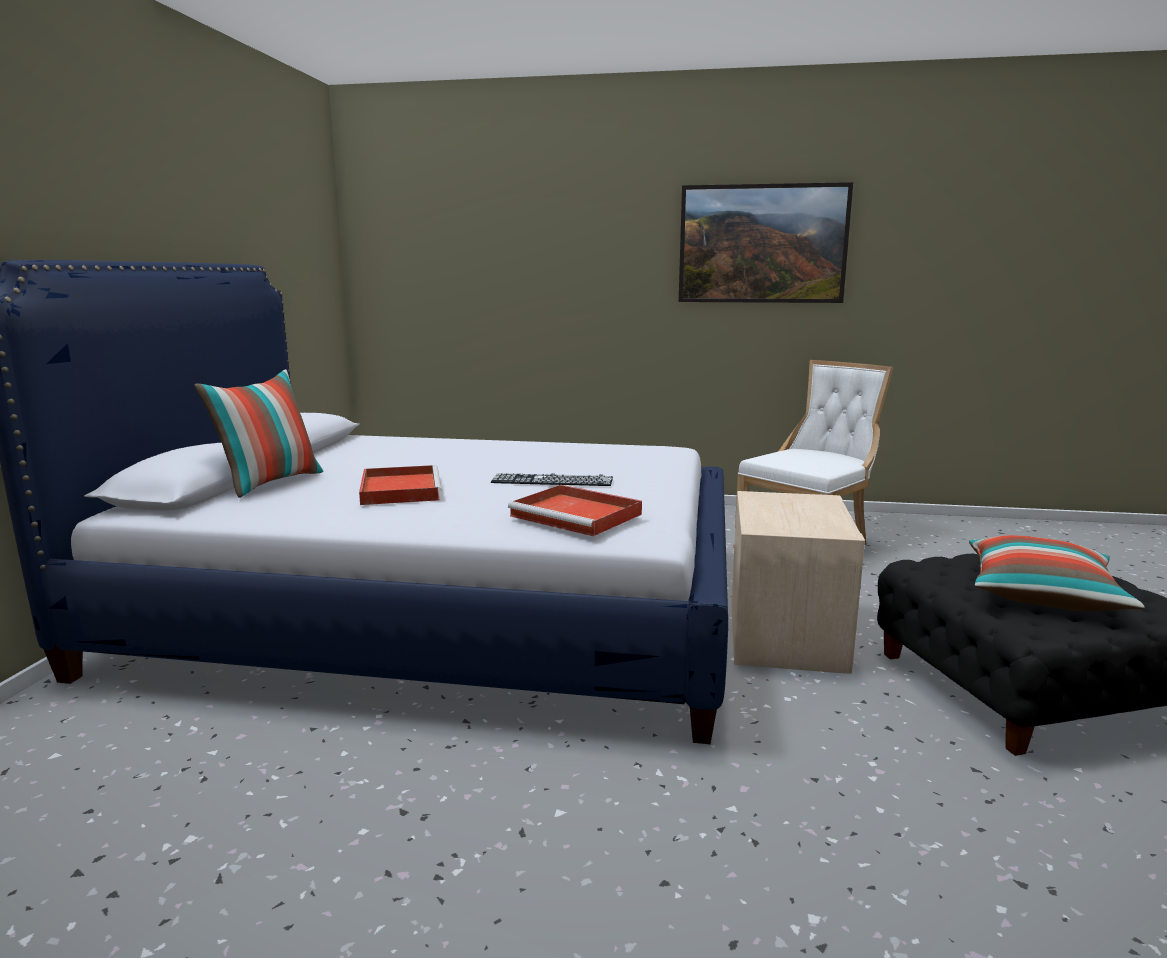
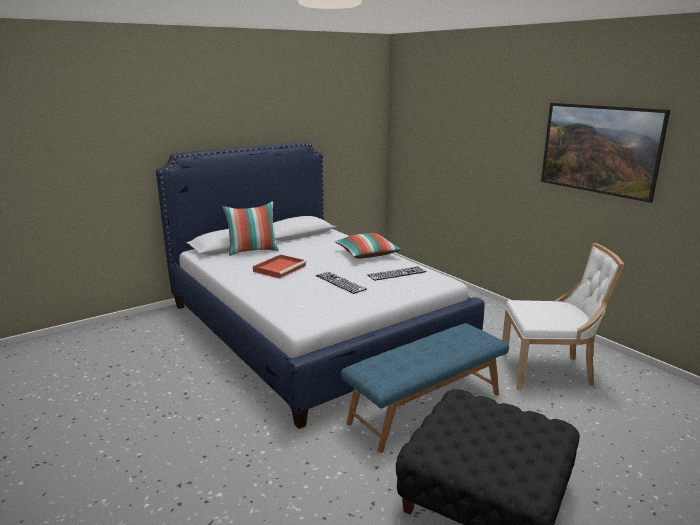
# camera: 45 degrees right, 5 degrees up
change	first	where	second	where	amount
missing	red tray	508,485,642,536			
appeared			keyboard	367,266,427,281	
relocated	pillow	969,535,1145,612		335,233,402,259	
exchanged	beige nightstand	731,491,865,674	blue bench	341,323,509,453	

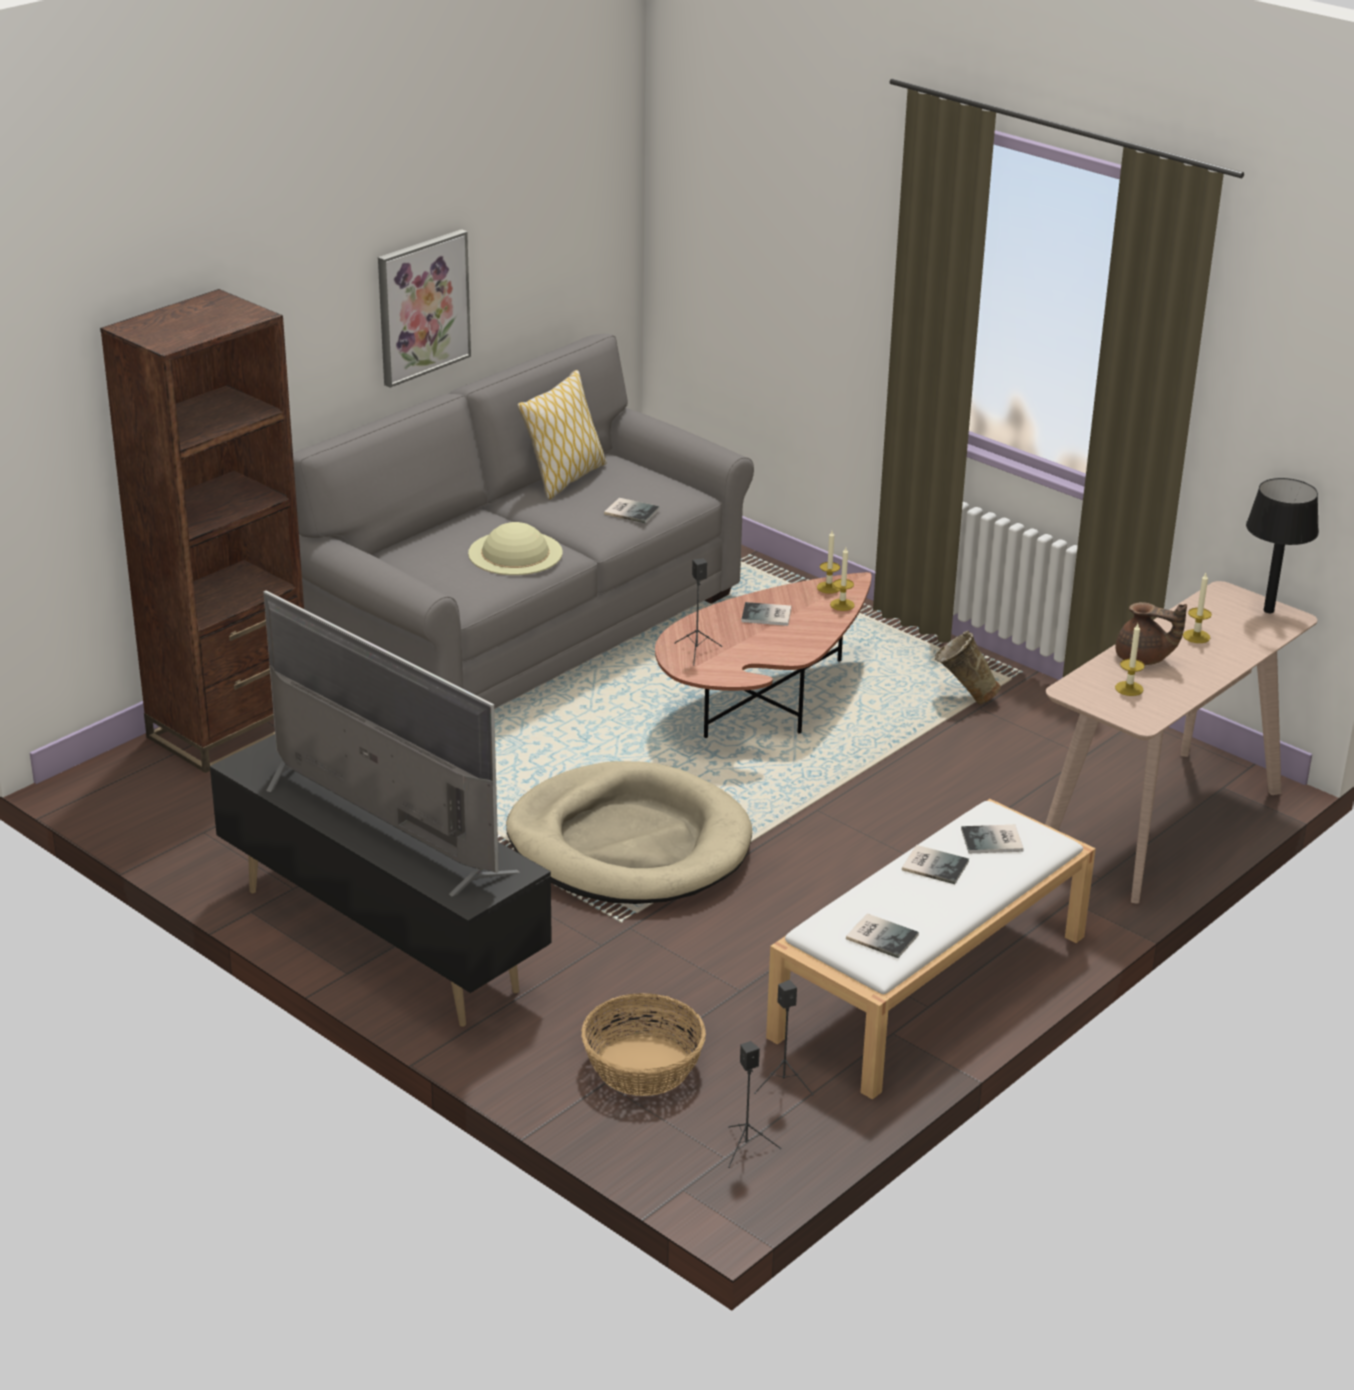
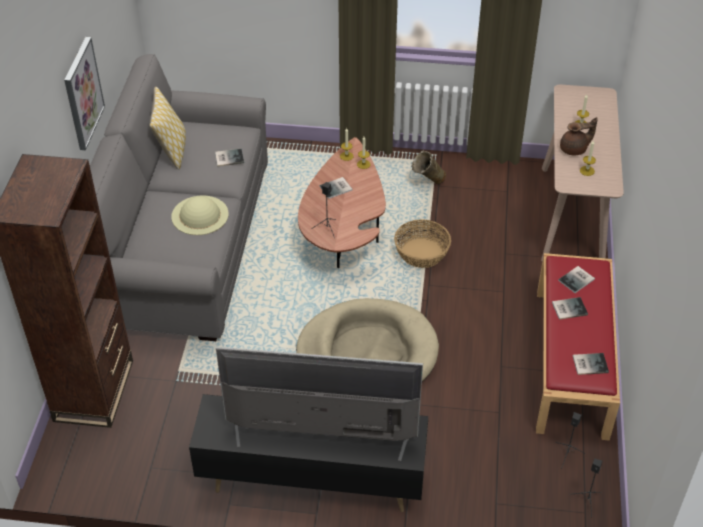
# camera: 35 degrees left, 15 degrees up
change	first	where	second	where	amount
missing	black table lamp	1246,478,1319,613			
relocated	basket	581,993,706,1096		394,219,451,268	
colour	white bench	766,799,1096,1099	red bench	536,253,620,441	

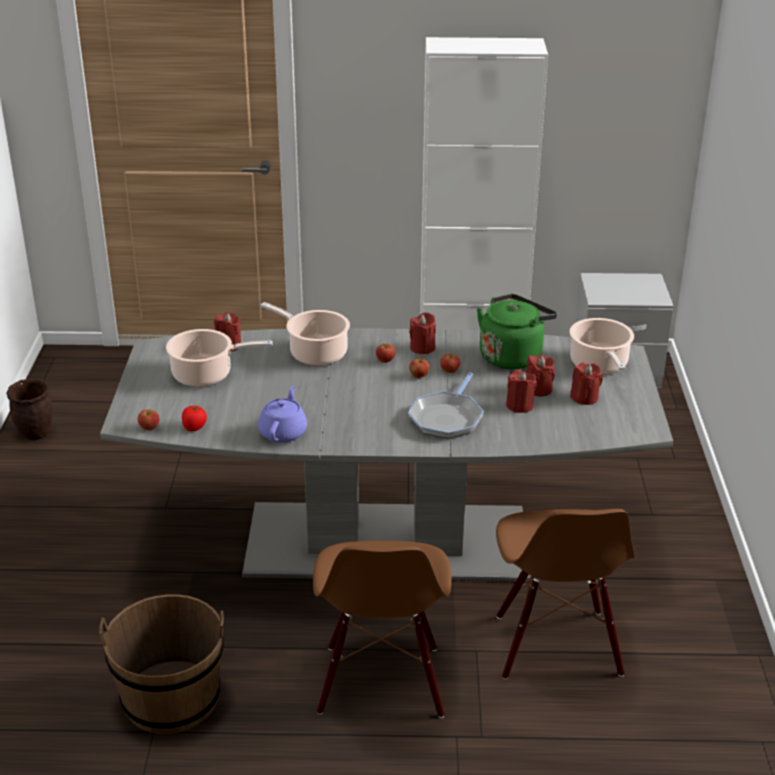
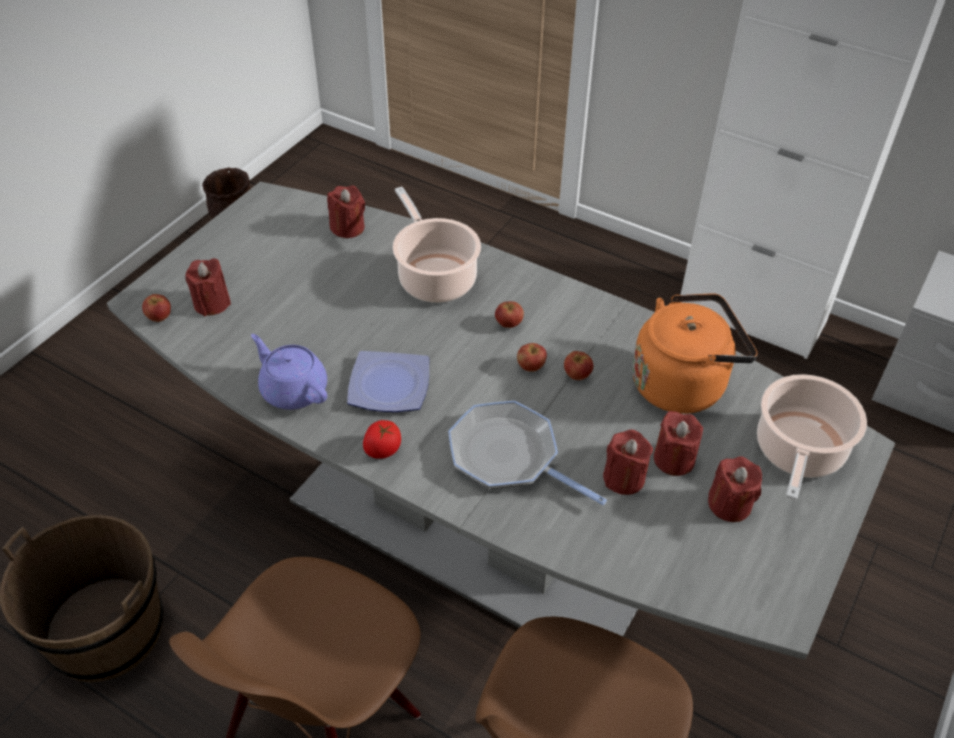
# camera: 30 degrees right, 15 degrees up
change	first	where	second	where	amount
missing	cooking pot	166,329,273,387			
appeared			plate	347,351,429,412	
relocated	tomato	182,406,207,432		363,420,401,459	
relocated	red candle	409,313,436,354		185,258,231,316	
colour	green kettle	477,294,557,370	orange kettle	632,293,758,414	
spun	purple teapot	258,386,307,443		251,334,327,410	90 degrees counterclockwise
spun	frying pan	408,373,484,439		448,401,607,506	75 degrees clockwise

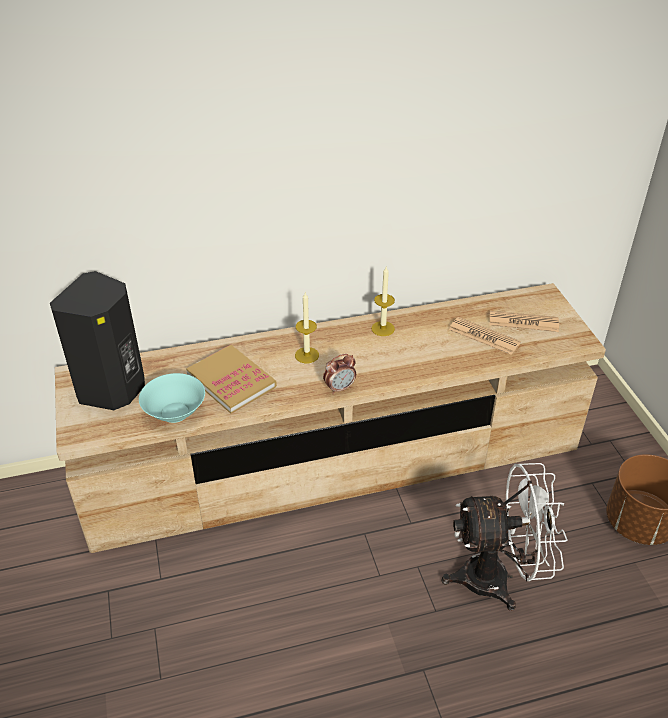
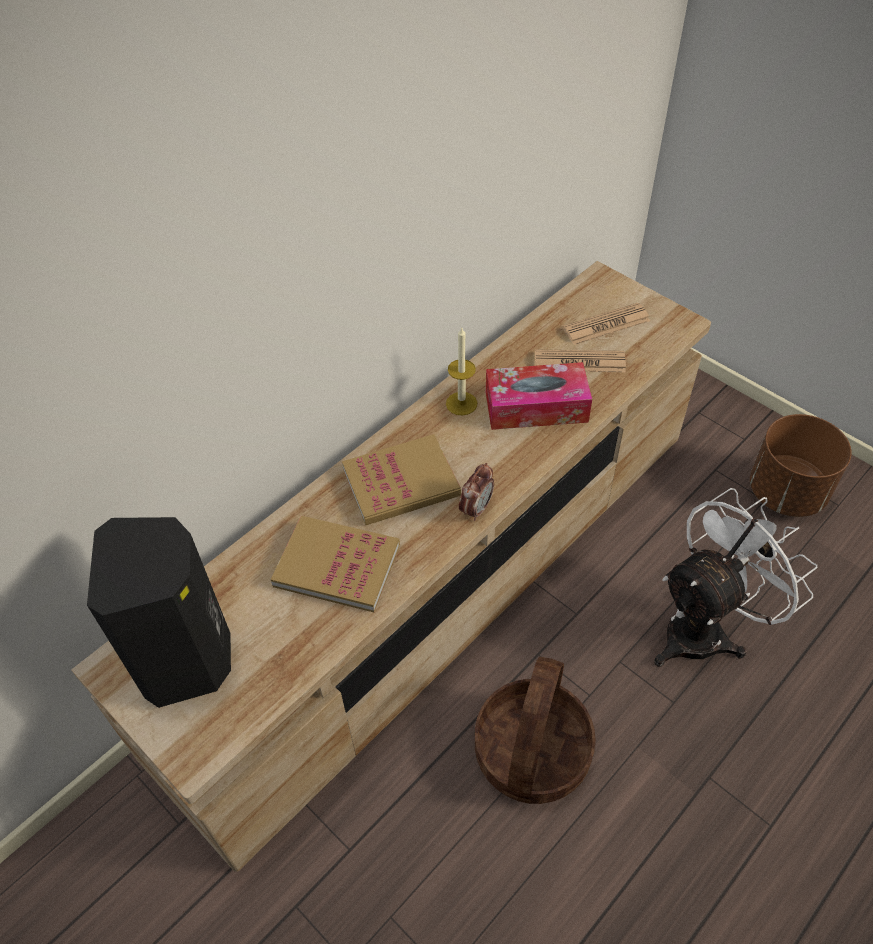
# camera: 30 degrees left, 10 degrees up
change	first	where	second	where	amount
missing	turquoise bowl	139,373,205,423			
appeared			basket	475,657,596,804	
appeared			tissue box	486,362,592,430	
exchanged	candle	295,293,319,363	book	342,434,461,525	

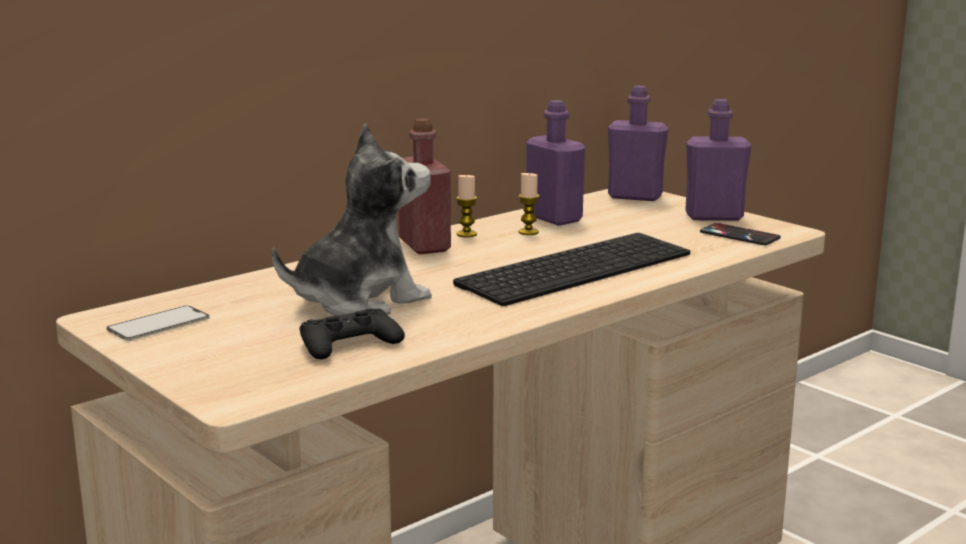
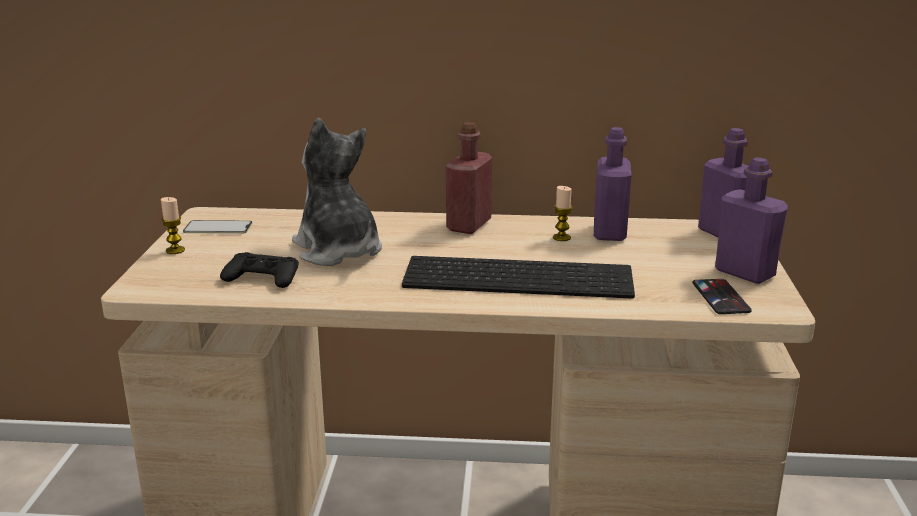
# camera: 45 degrees right, 5 degrees up
change	first	where	second	where	amount
relocated	candle	456,174,477,238		161,197,185,254	
spun	plush toy	272,124,432,316		292,118,382,266	135 degrees counterclockwise

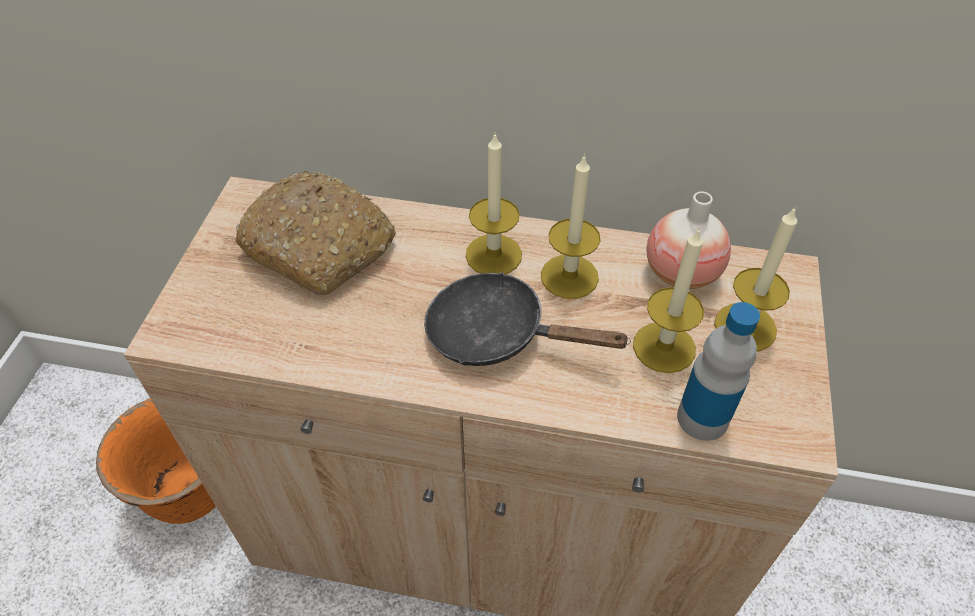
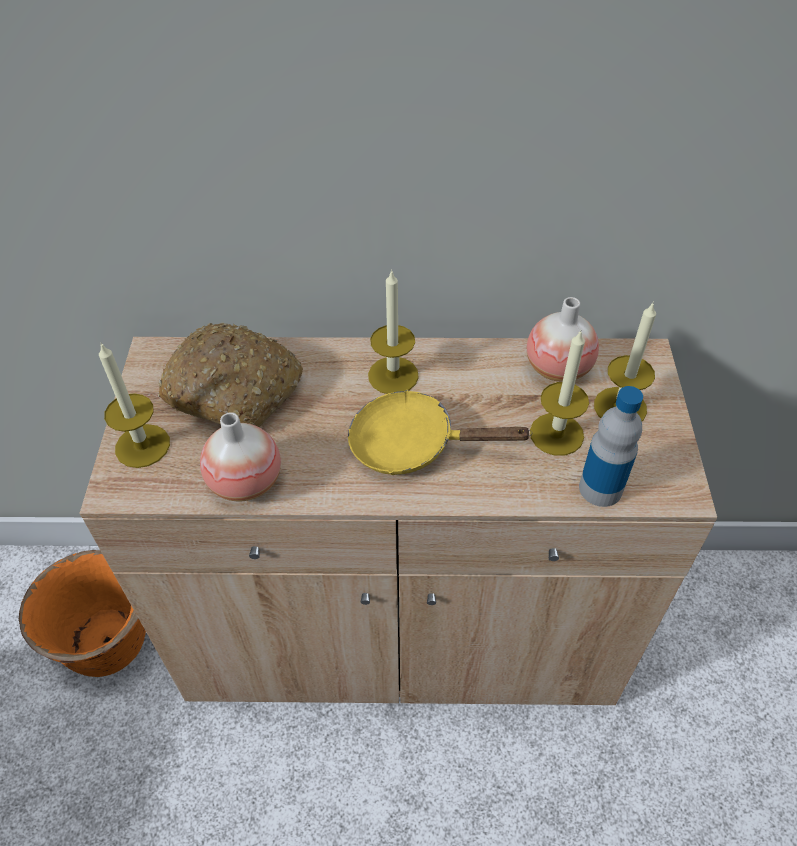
# camera: 10 degrees left, 0 degrees up
change	first	where	second	where	amount
appeared			vase	200,412,281,501	
relocated	candle	541,154,601,299		99,343,170,468	
colour	black frying pan	424,272,631,366	yellow frying pan	348,390,532,475	

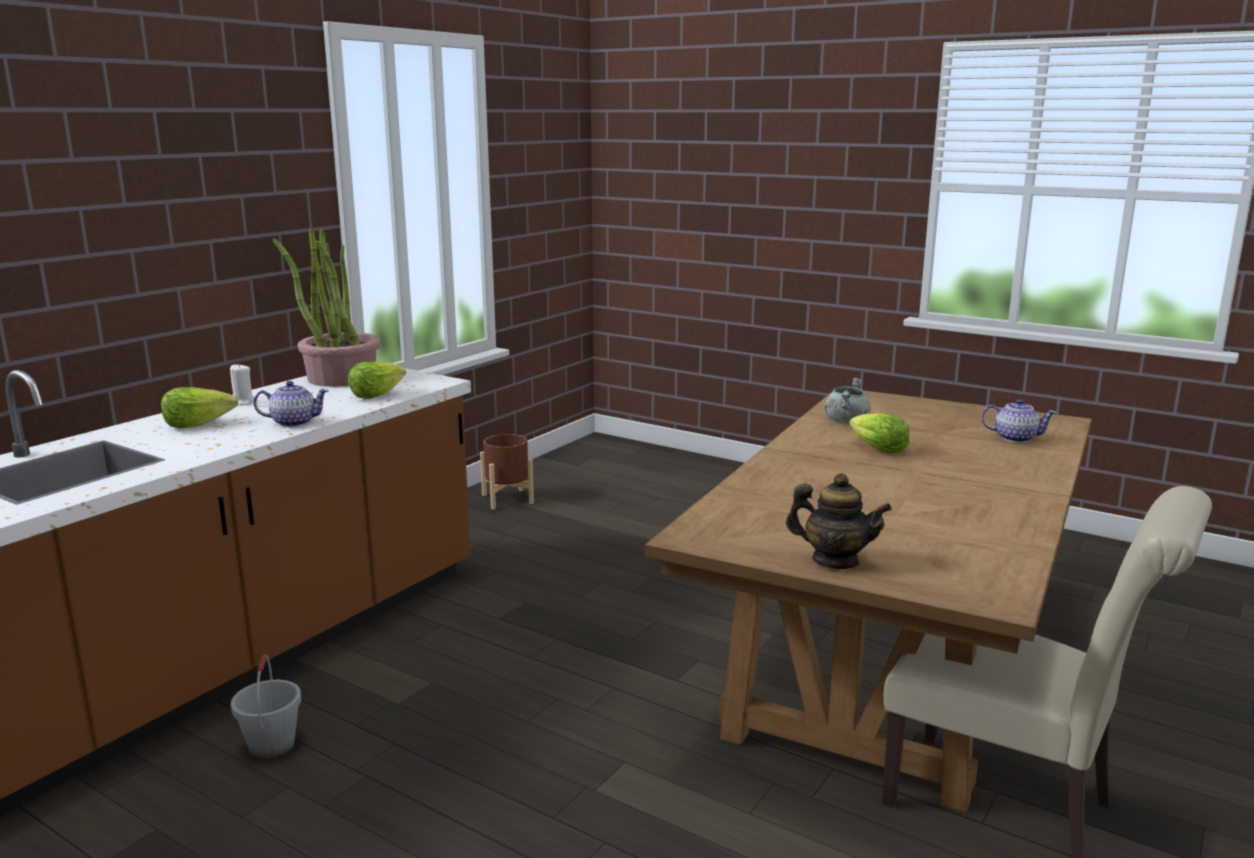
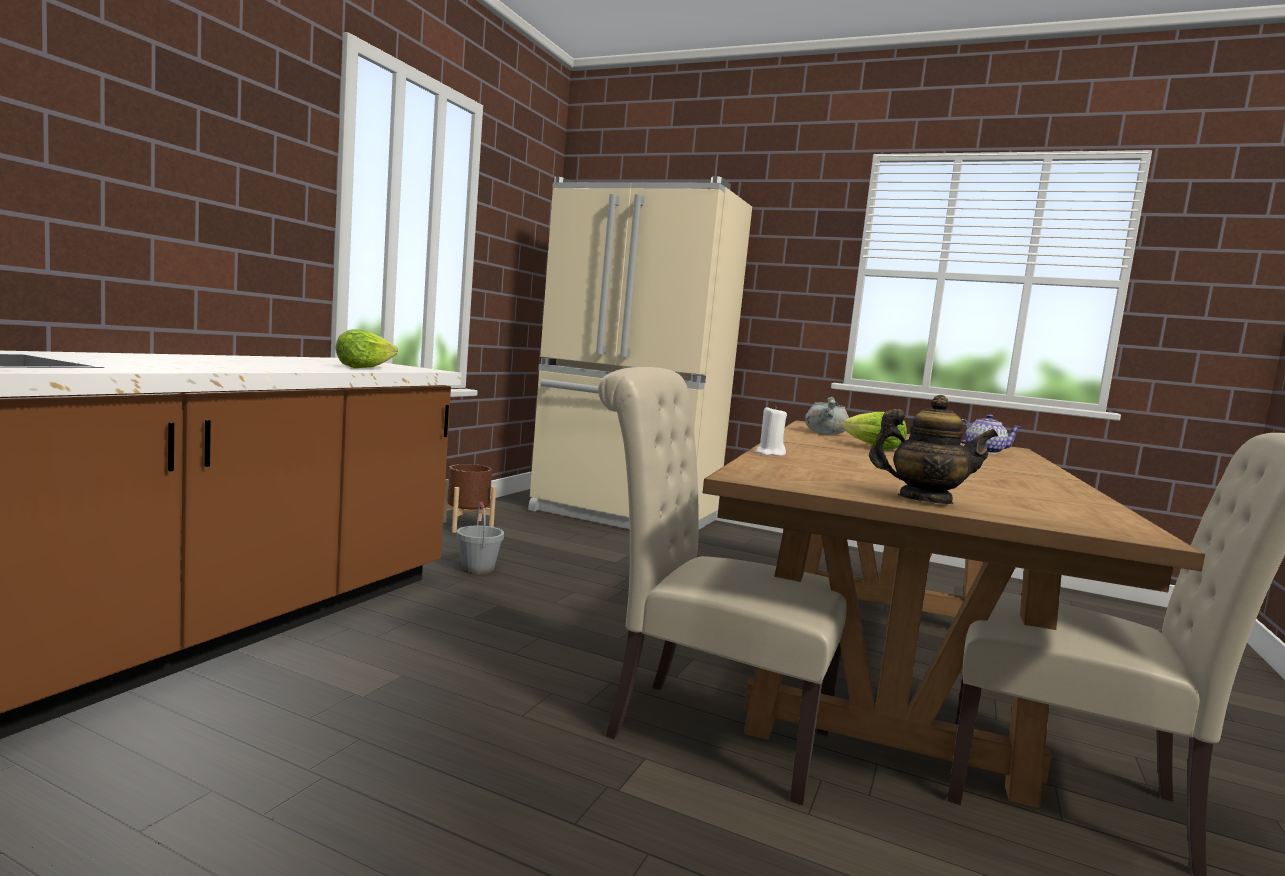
# camera: 10 degrees left, 10 degrees down
change	first	where	second	where	amount
missing	lettuce	161,387,238,429			
missing	teapot	254,381,329,427			
missing	potted plant	273,228,381,387			
appeared			beige fridge	528,176,752,529	
appeared			beige chair	598,367,847,805	
relocated	white candle	230,363,255,405		755,406,787,456	
relocated	grey bucket	231,655,301,759		456,502,504,575	

